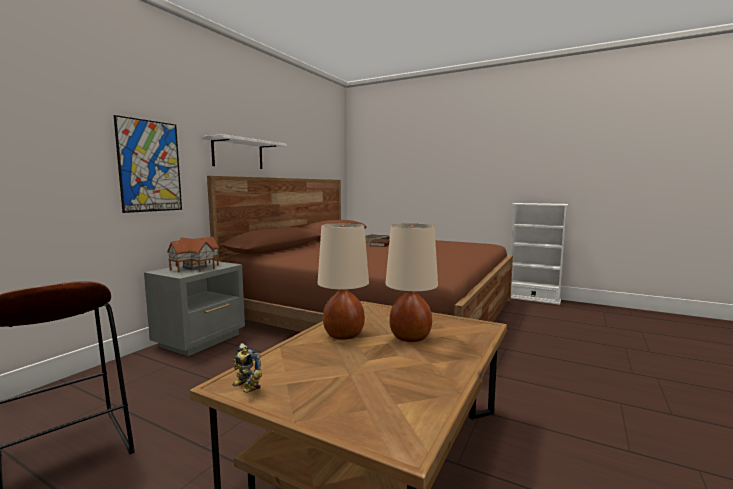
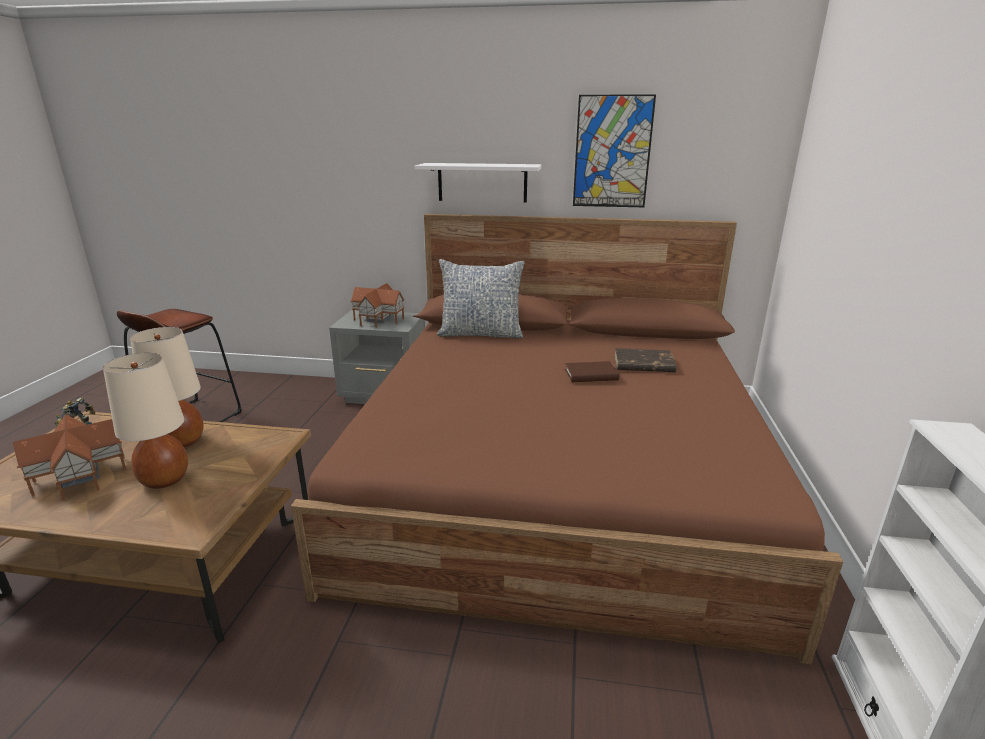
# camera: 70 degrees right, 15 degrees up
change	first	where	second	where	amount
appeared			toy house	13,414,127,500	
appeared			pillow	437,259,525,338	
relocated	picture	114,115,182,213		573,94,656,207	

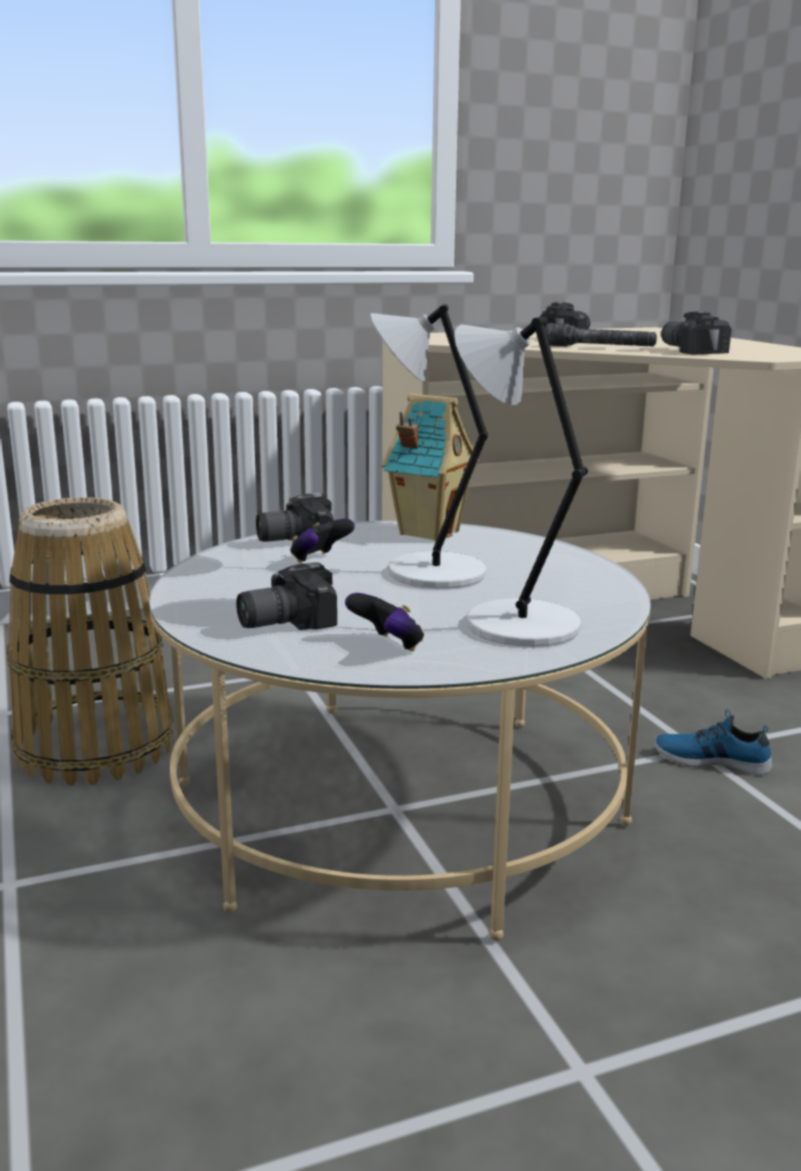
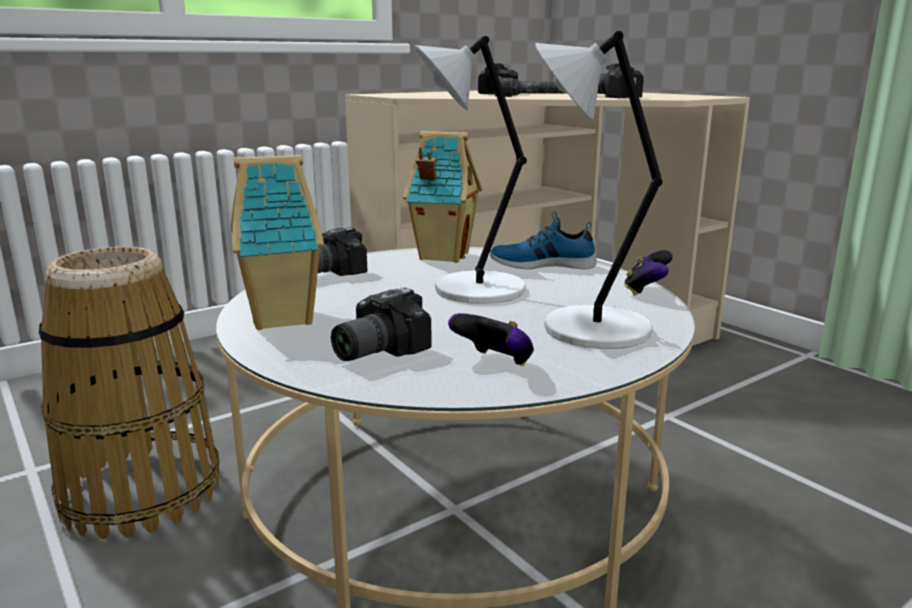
# camera: 15 degrees left, 0 degrees up
change	first	where	second	where	amount
appeared			toy house	231,155,324,330	
relocated	game controller	290,519,355,563		624,250,673,296	
relocated	shoe	654,709,772,775		490,211,597,269	

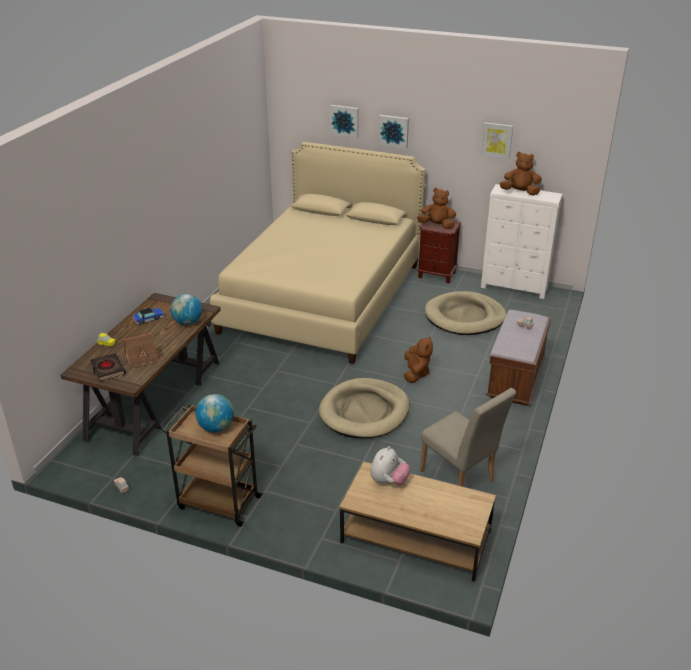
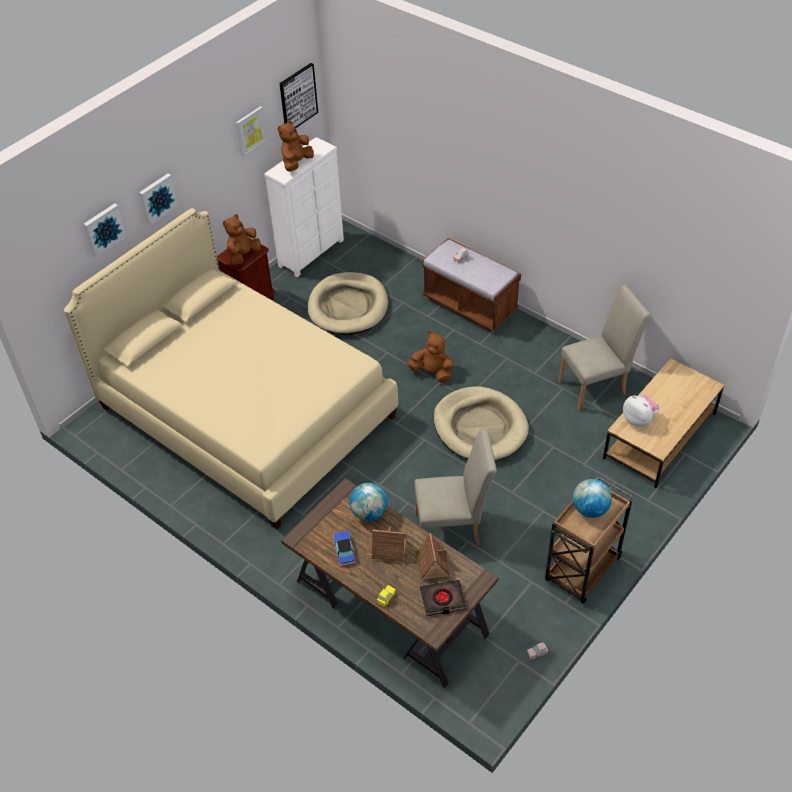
# camera: 70 degrees left, 15 degrees up
change	first	where	second	where	amount
appeared			picture	279,63,318,128	
appeared			toy house	366,526,407,562	
appeared			beige chair	414,429,497,546	

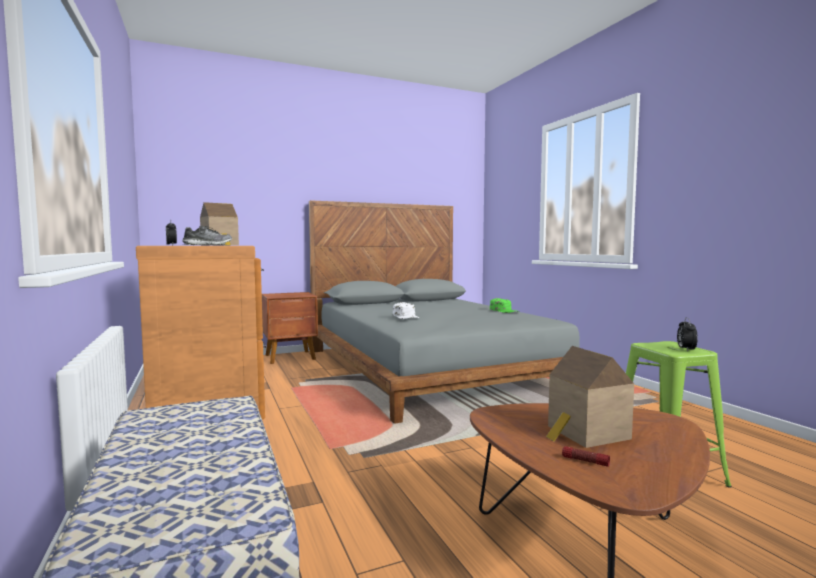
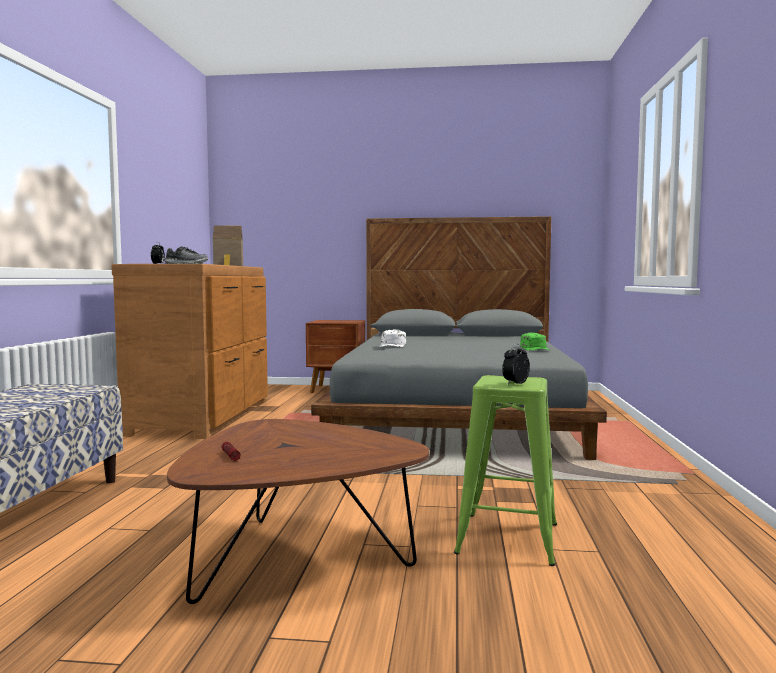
# camera: 30 degrees right, 0 degrees up
change	first	where	second	where	amount
missing	toy house	546,346,634,448			

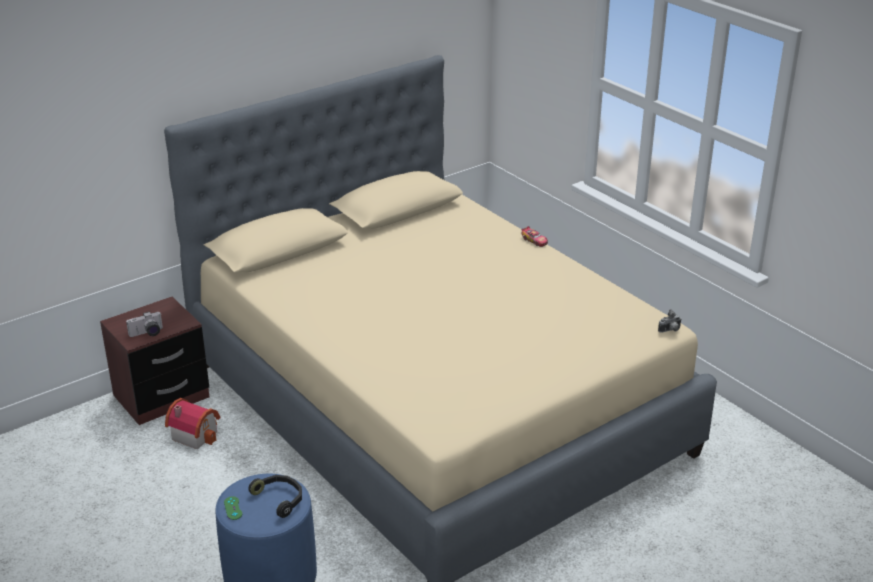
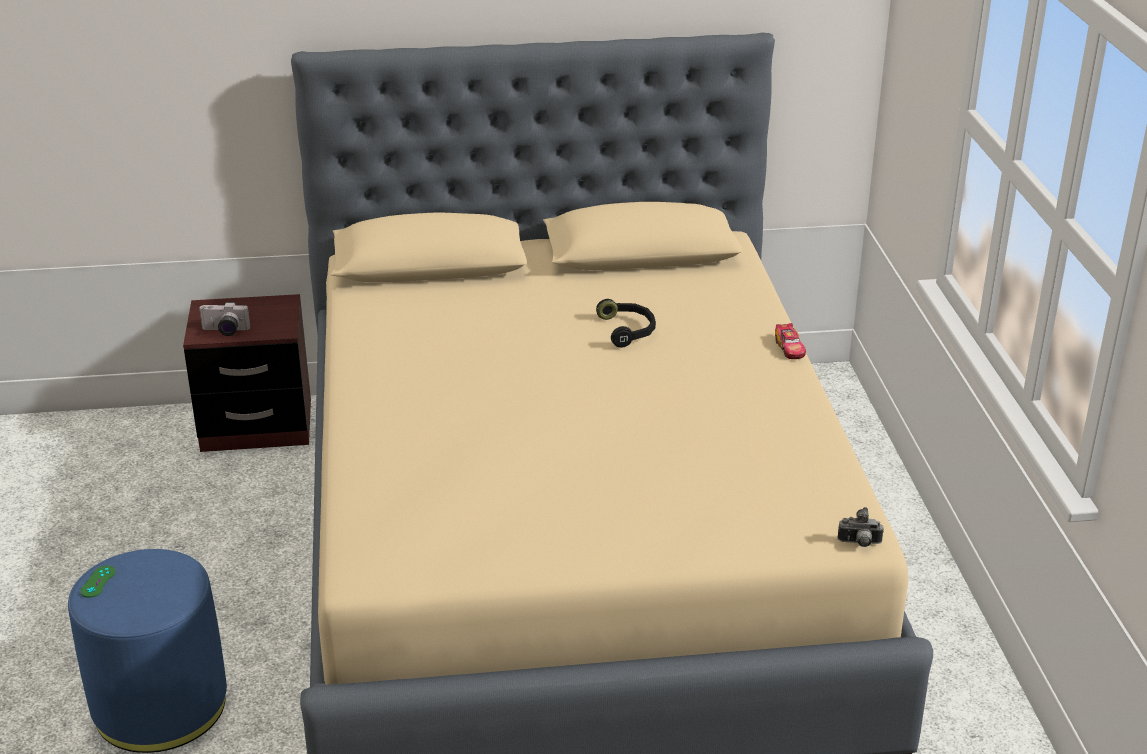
# camera: 30 degrees right, 0 degrees up
change	first	where	second	where	amount
missing	toy house	165,398,220,450			
relocated	black headphones	248,475,302,518		596,299,656,348	

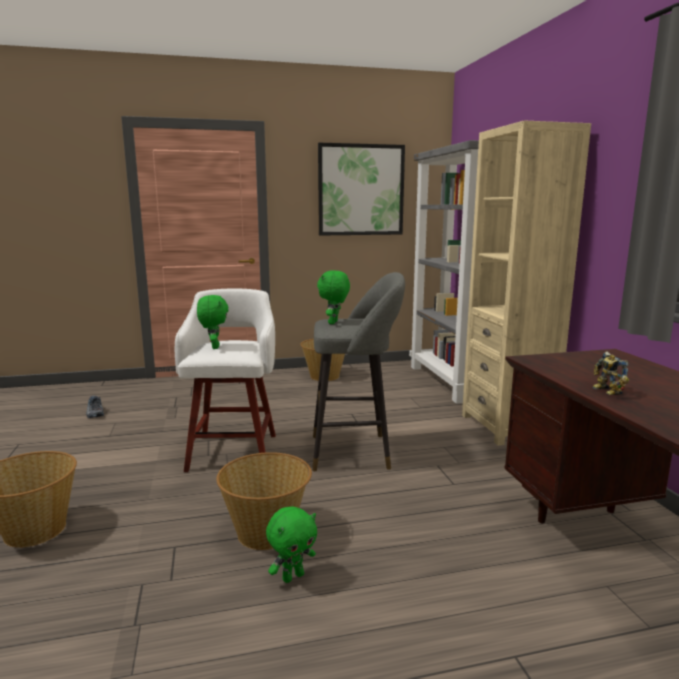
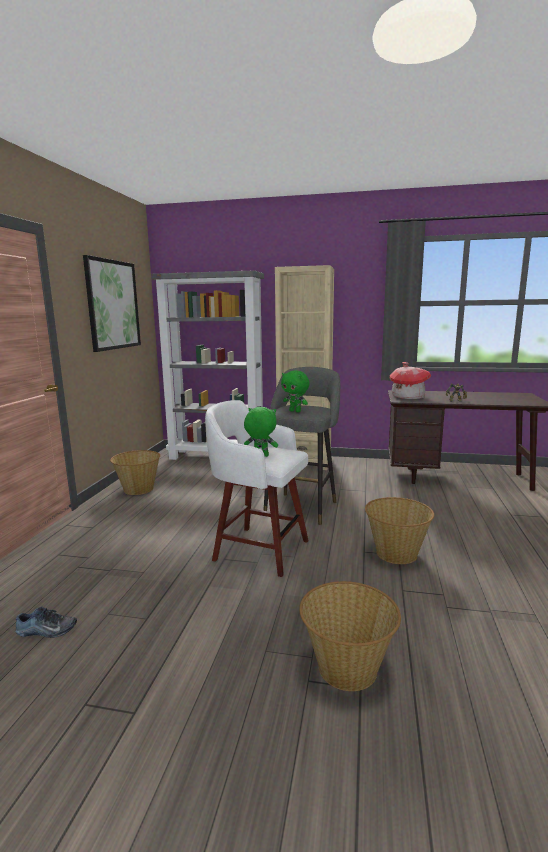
# camera: 65 degrees left, 0 degrees up
change	first	where	second	where	amount
missing	green plush toy	266,506,317,583			
appeared			toy house	390,362,431,399	

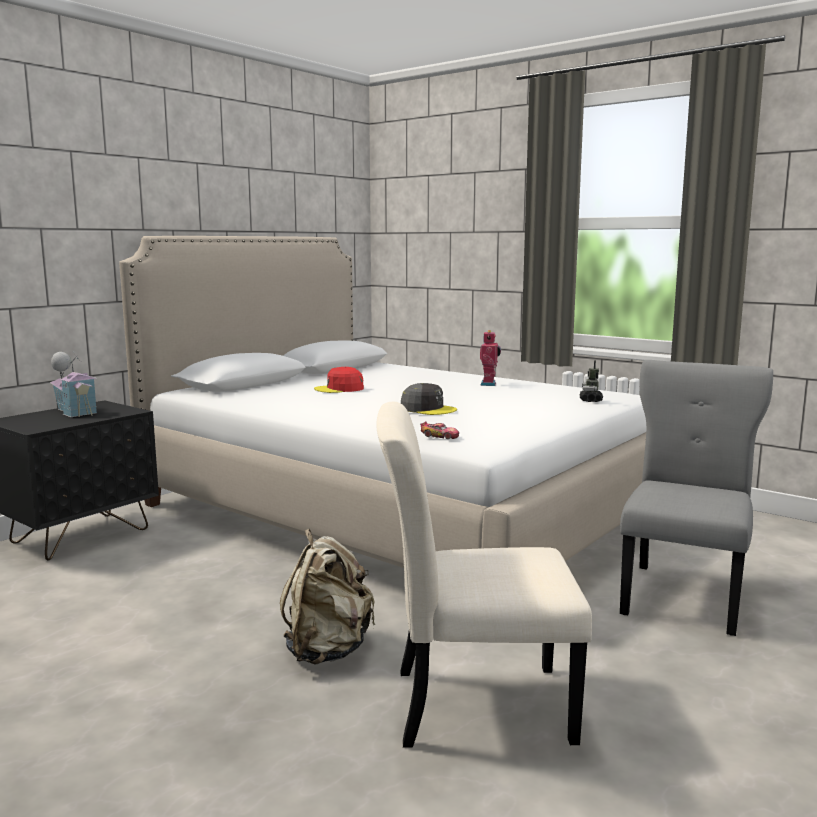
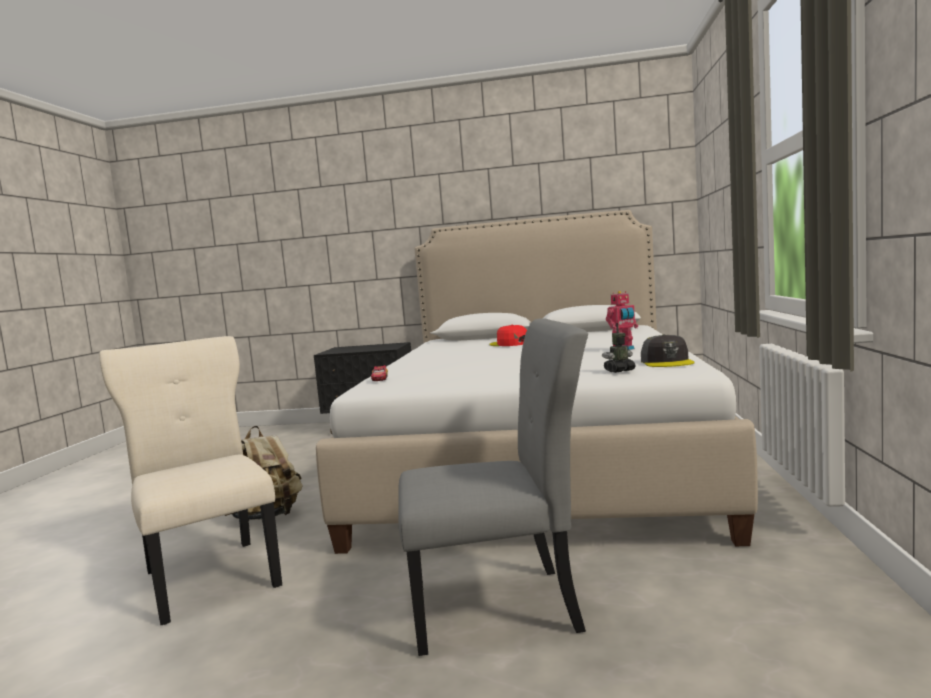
# camera: 60 degrees right, 5 degrees down
change	first	where	second	where	amount
missing	toy house	50,352,97,417			
relocated	grey cap	401,383,457,415		641,334,694,367	

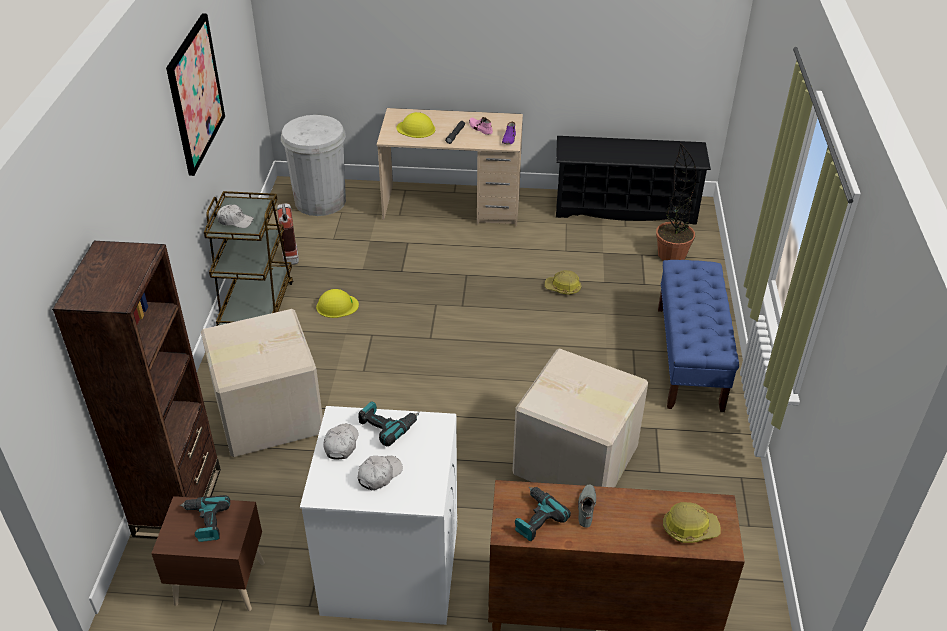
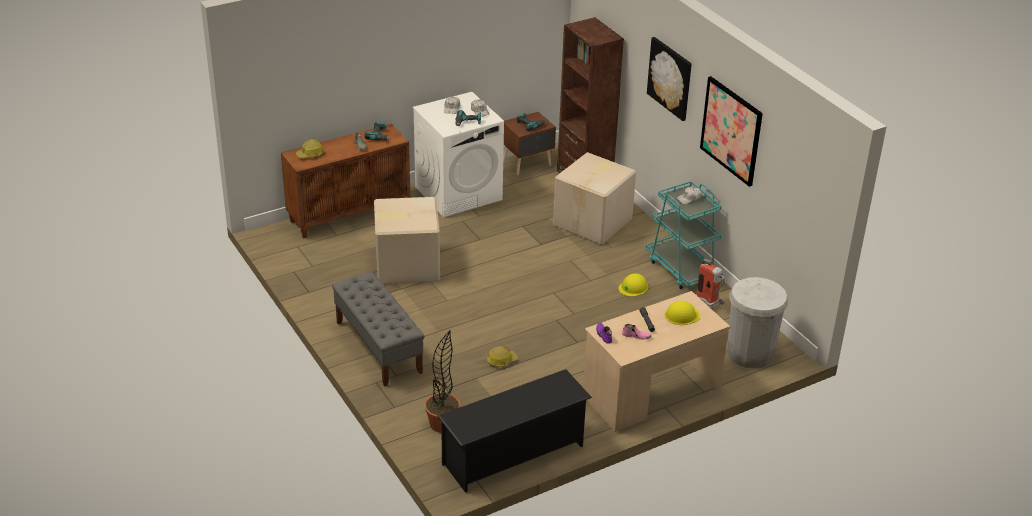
# camera: 145 degrees right, 5 degrees down
change	first	where	second	where	amount
appeared			picture	647,37,692,121	
colour	brown cart	204,191,293,326	turquoise cart	646,181,721,289	
colour	blue bench	658,260,739,412	grey bench	332,272,425,387	

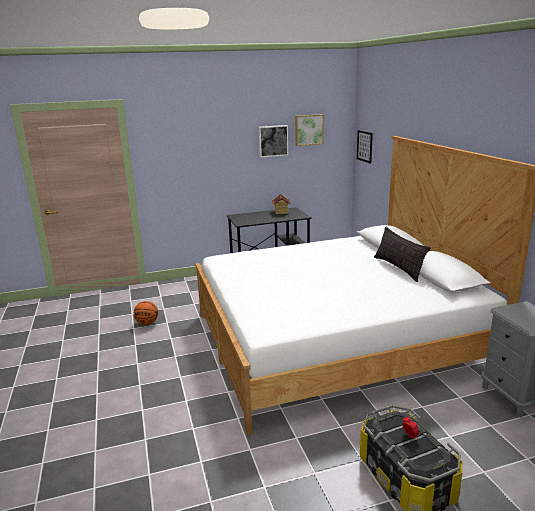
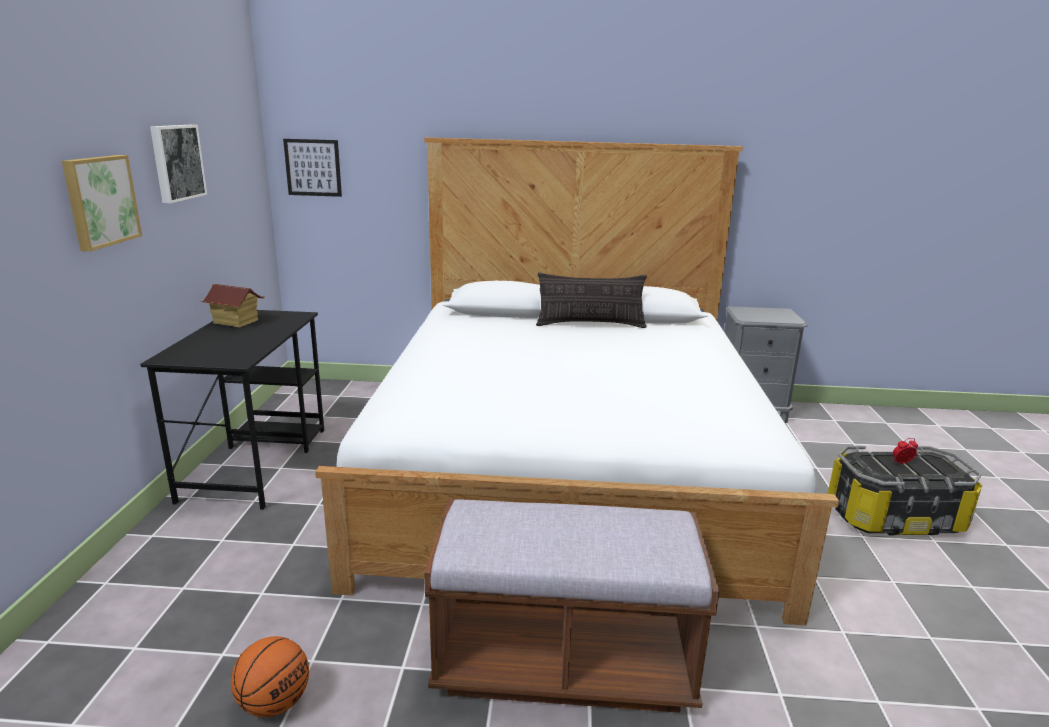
# camera: 70 degrees left, 0 degrees up
change	first	where	second	where	amount
appeared			brown bench	424,498,719,713	
relocated	picture	295,114,324,146		62,155,142,251	

